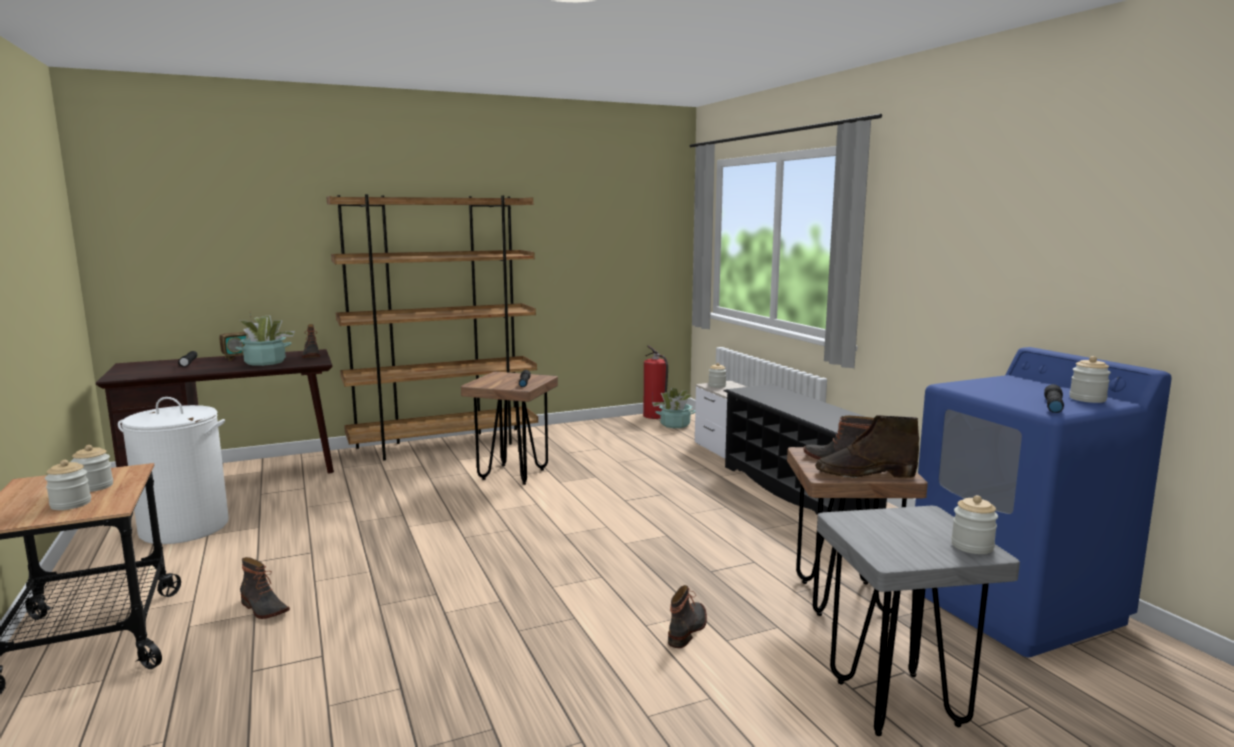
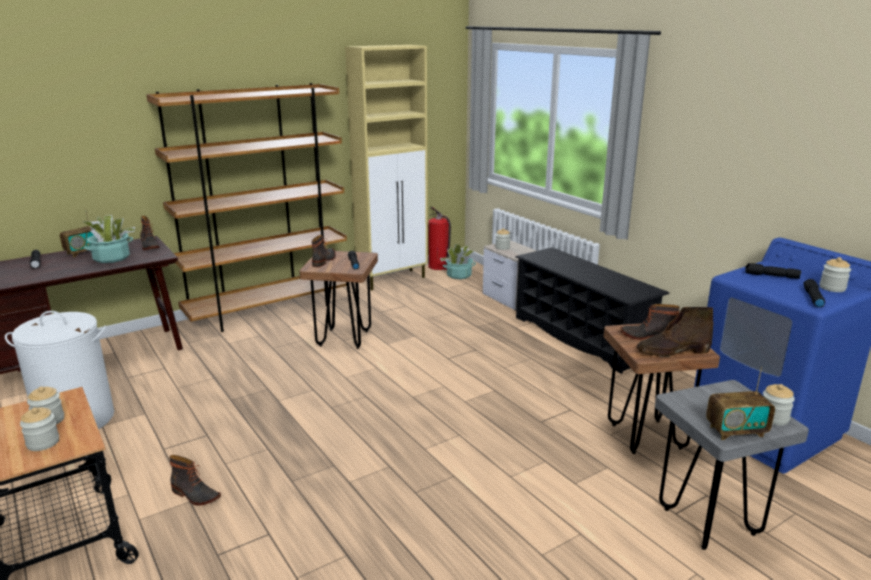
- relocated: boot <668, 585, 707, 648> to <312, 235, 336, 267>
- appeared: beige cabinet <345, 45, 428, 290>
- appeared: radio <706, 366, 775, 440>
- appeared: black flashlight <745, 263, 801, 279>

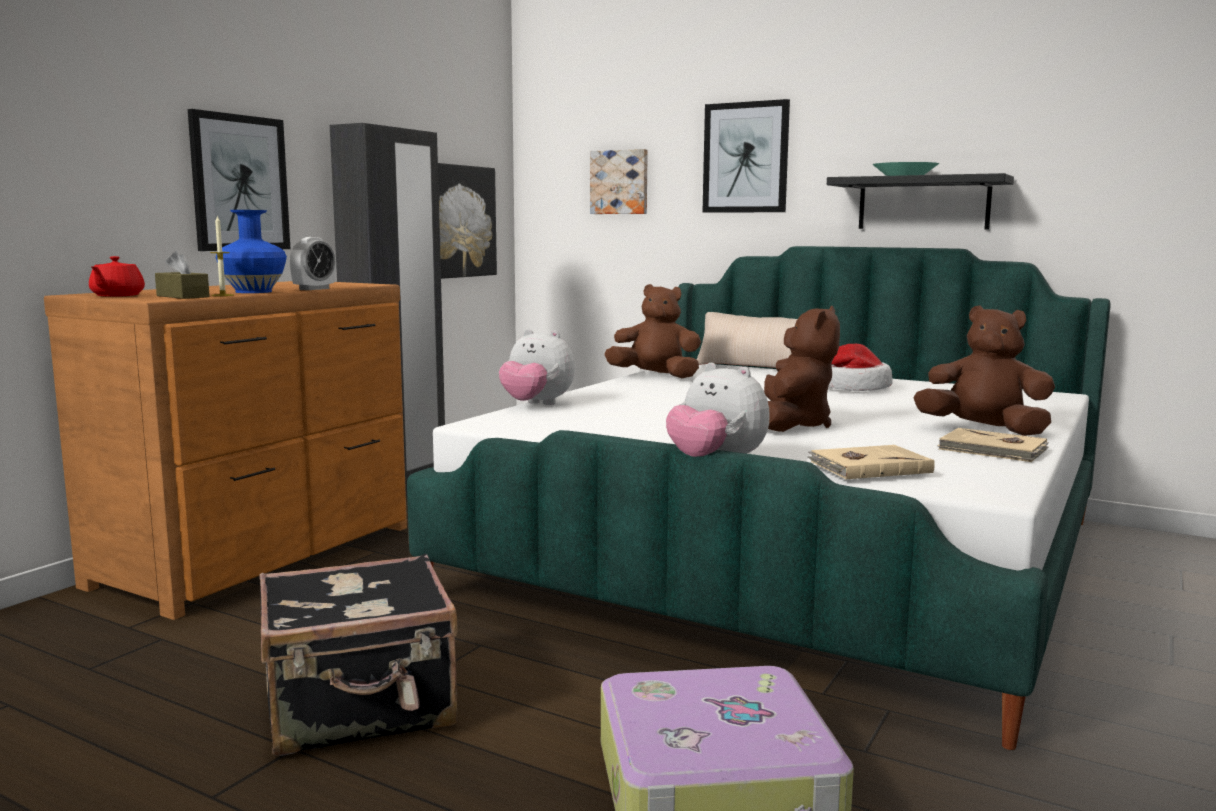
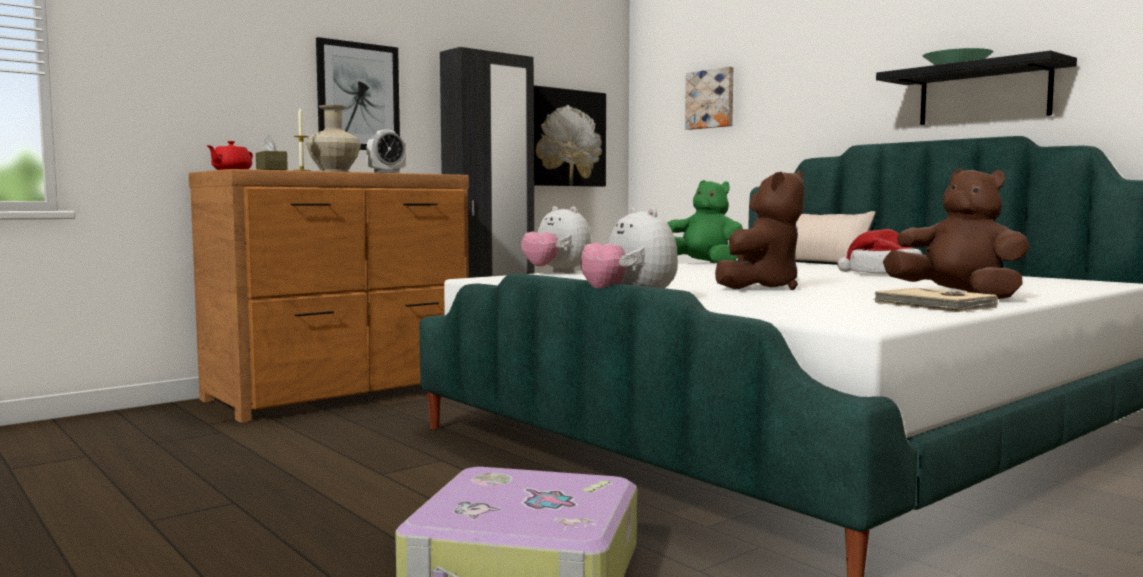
- colour: blue vase <216, 210, 287, 293> to beige vase <306, 105, 361, 172>
- missing: black suitcase <259, 553, 457, 756>
- colour: brown plush toy <604, 284, 701, 378> to green plush toy <667, 180, 743, 263>
- missing: picture <702, 99, 790, 213>
- missing: beige book <808, 445, 935, 479>

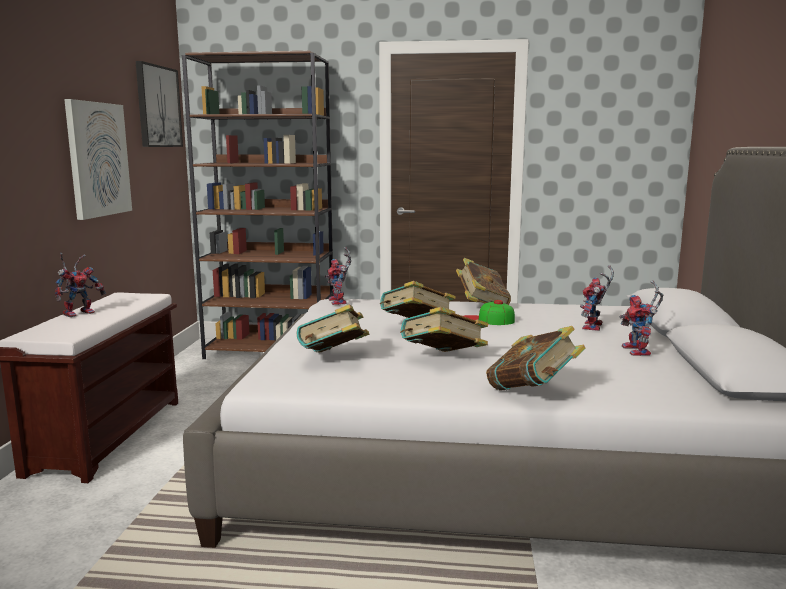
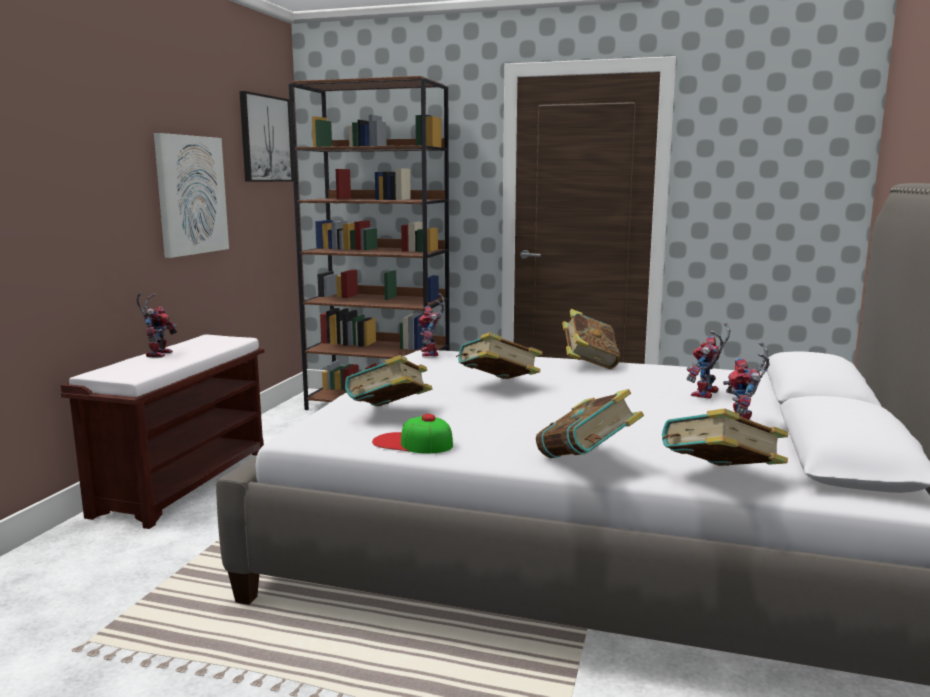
- spun: toy robot <55, 253, 106, 317> = <136, 293, 177, 357> 45 degrees counterclockwise
- relocated: book <400, 307, 488, 352> to <662, 408, 788, 466>
- relocated: cap <464, 300, 515, 325> to <372, 414, 453, 454>

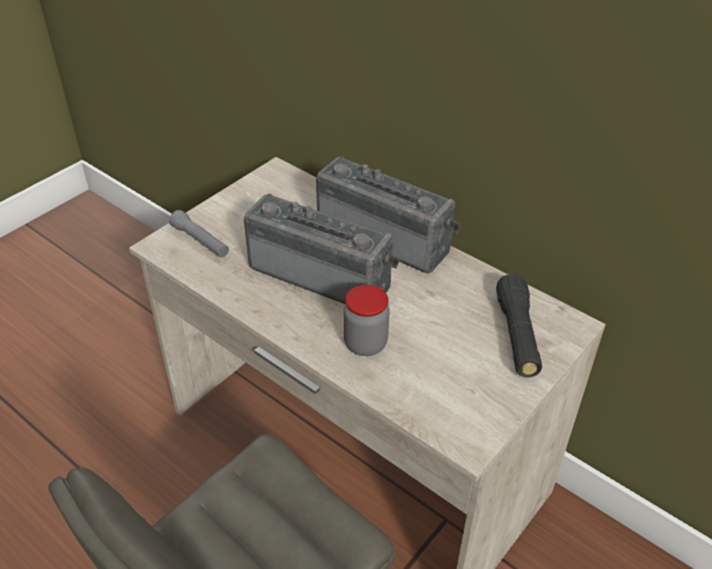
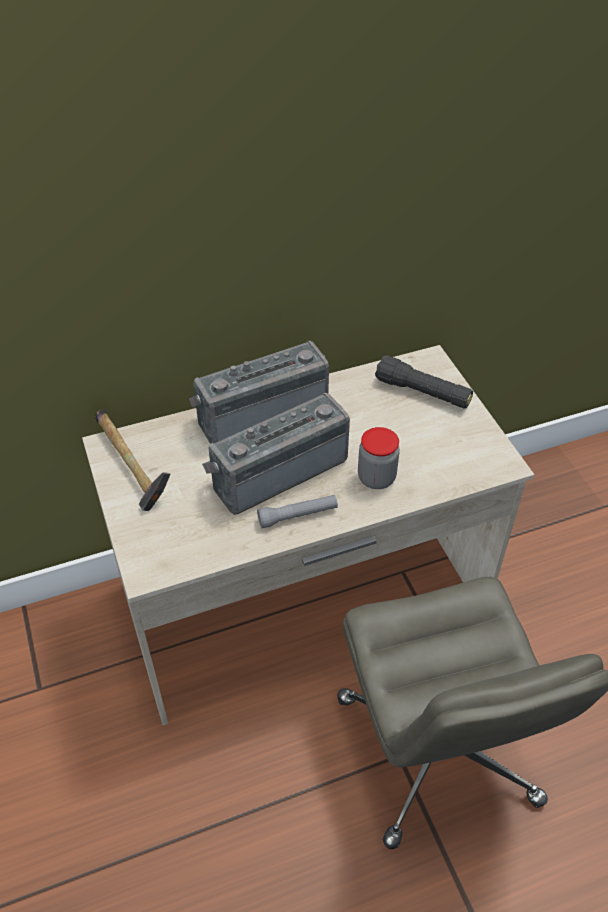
- relocated: grey flashlight <169, 210, 229, 258> to <257, 495, 338, 528>
- appeared: hammer <95, 409, 170, 511>

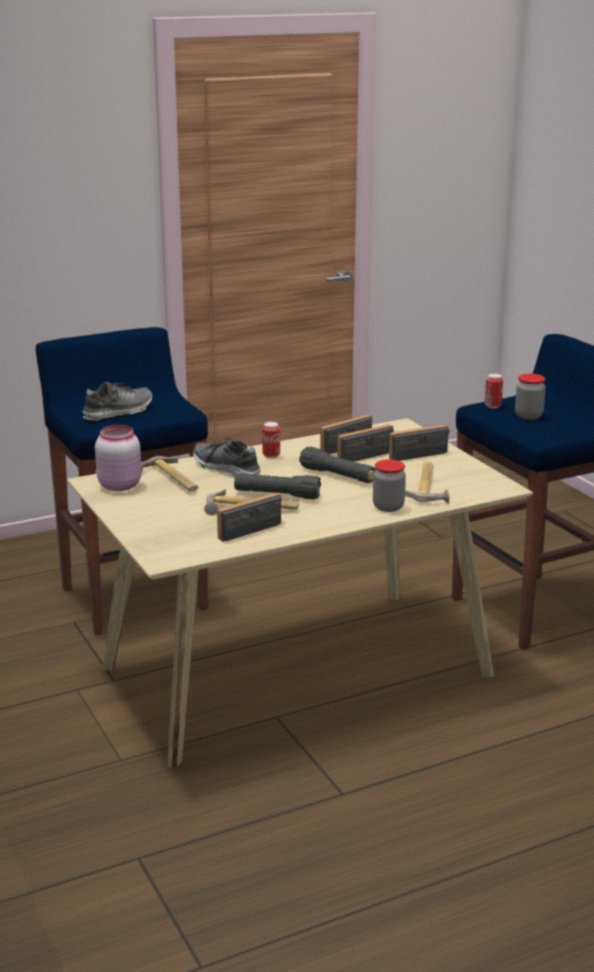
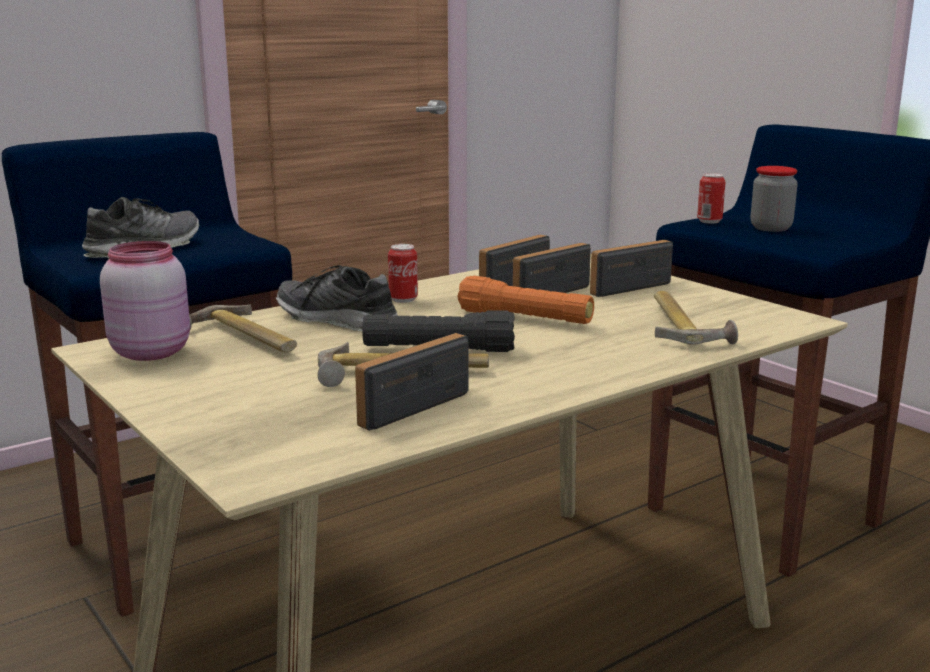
- colour: black flashlight <299, 447, 376, 483> to orange flashlight <457, 276, 594, 324>
- missing: jar <373, 460, 406, 512>

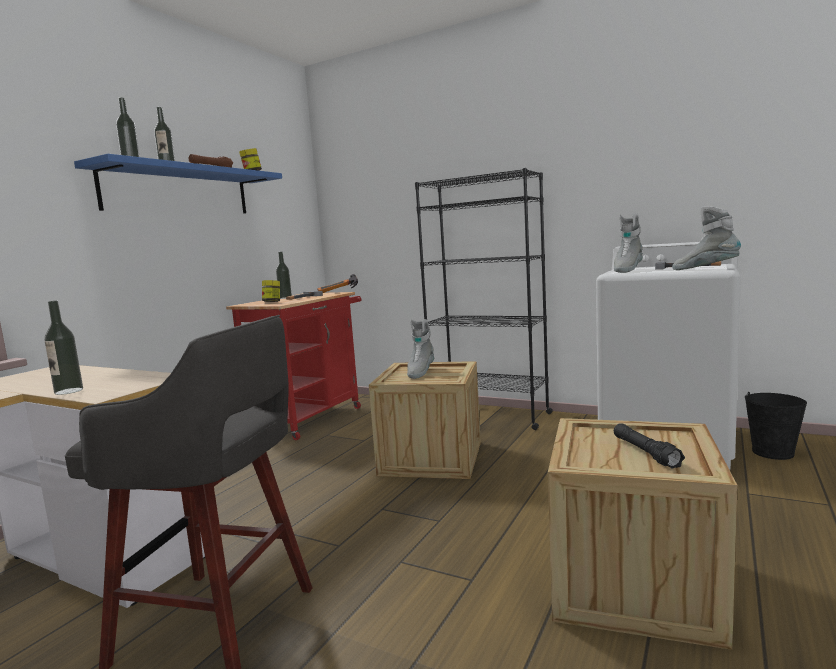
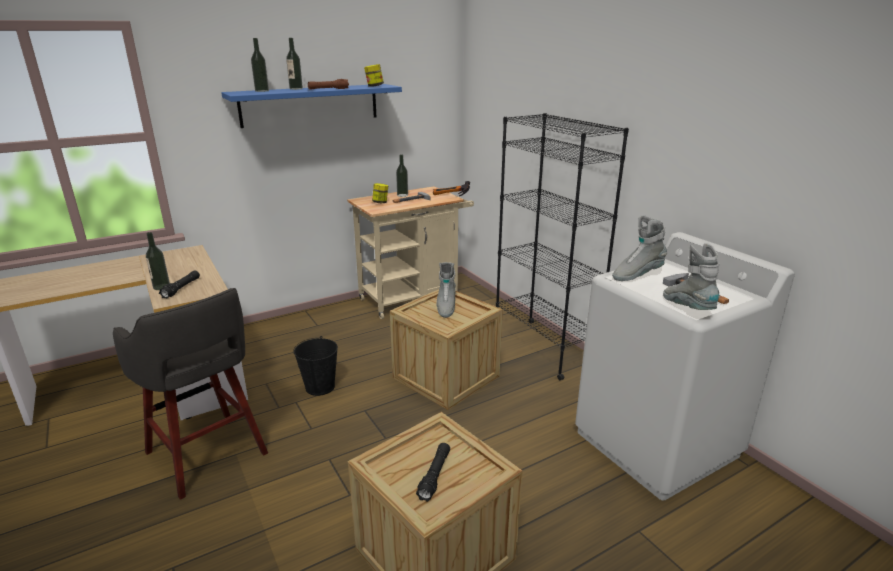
- colour: red cart <226, 292, 362, 440> to beige cart <347, 186, 474, 319>
- spun: grey boot <407, 319, 434, 379> = <436, 262, 456, 318> 45 degrees counterclockwise
- relocated: black bucket <745, 392, 807, 460> to <293, 336, 338, 396>
- appeared: black flashlight <159, 270, 200, 299>

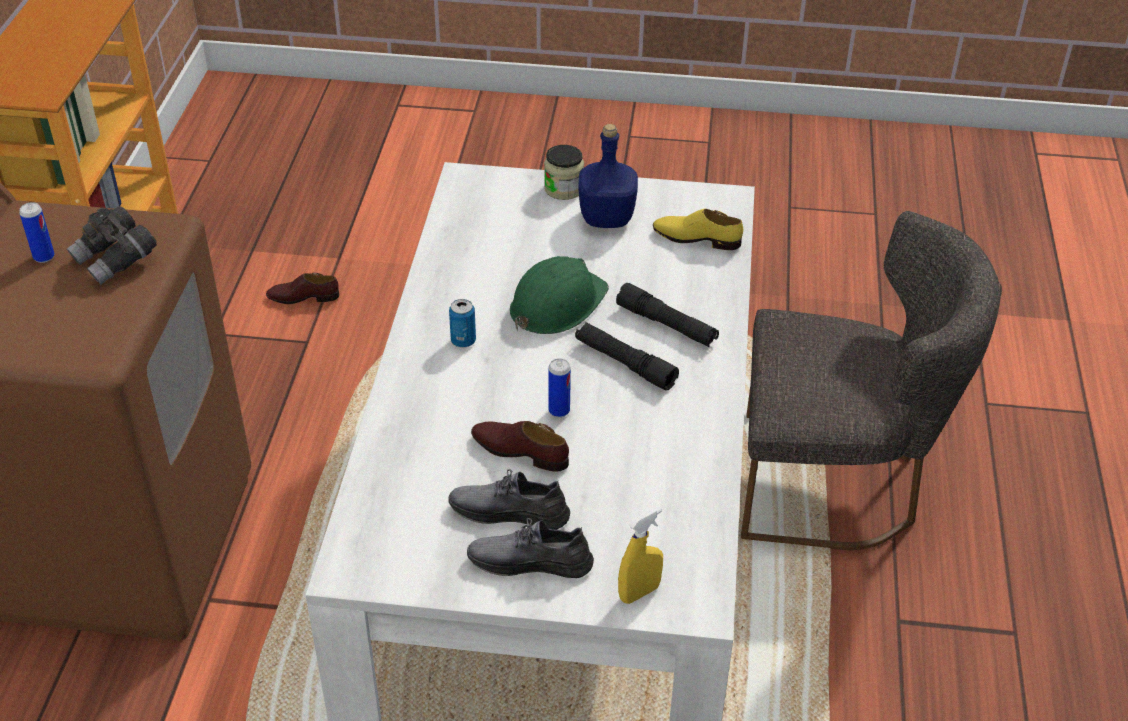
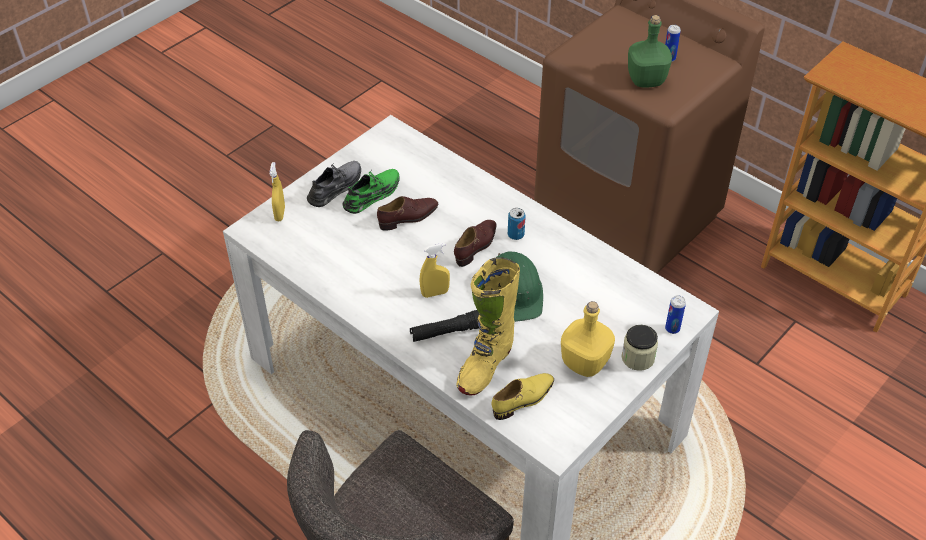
- exchanged: grey binoculars <67, 206, 157, 285> to green bottle <628, 15, 672, 88>
- relocated: brown shoe <266, 273, 339, 304> to <454, 220, 496, 267>
- colour: grey shoe <448, 469, 570, 530> to green shoe <342, 169, 400, 214>
- relocated: can <548, 358, 571, 417> to <665, 295, 686, 334>
- exchanged: black flashlight <575, 322, 679, 391> to yellow spray bottle <419, 243, 450, 298>
- colour: blue bottle <578, 124, 638, 228> to yellow bottle <561, 301, 615, 377>
- appeared: yellow boot <457, 257, 520, 396>

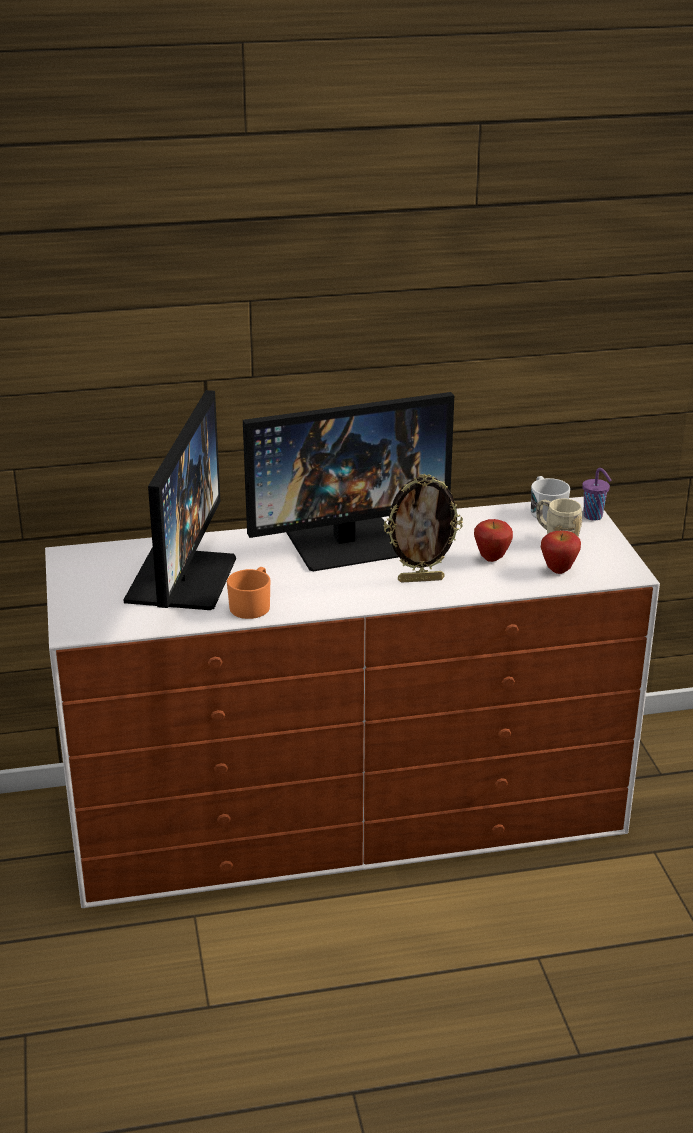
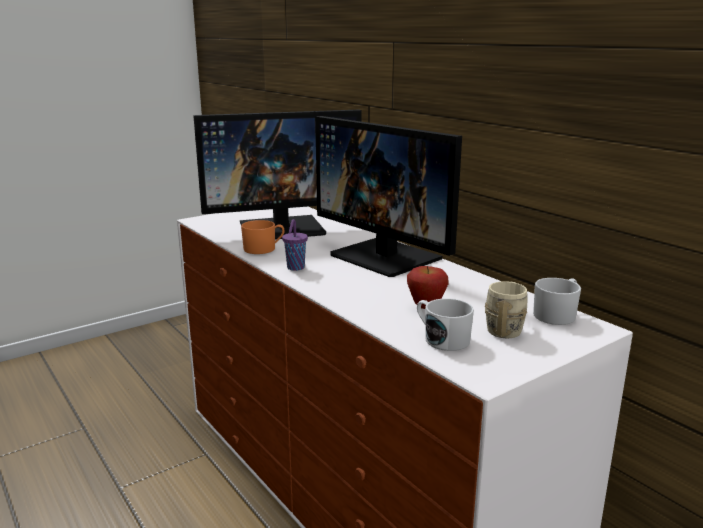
- missing: picture frame <384, 474, 463, 583>
- exchanged: apple <541, 531, 581, 574> to white mug <417, 298, 474, 351>
- relocated: purple cup <582, 468, 612, 520> to <282, 219, 308, 271>

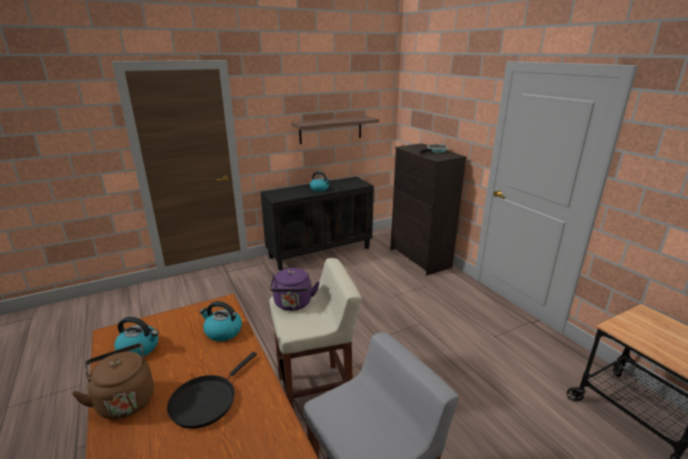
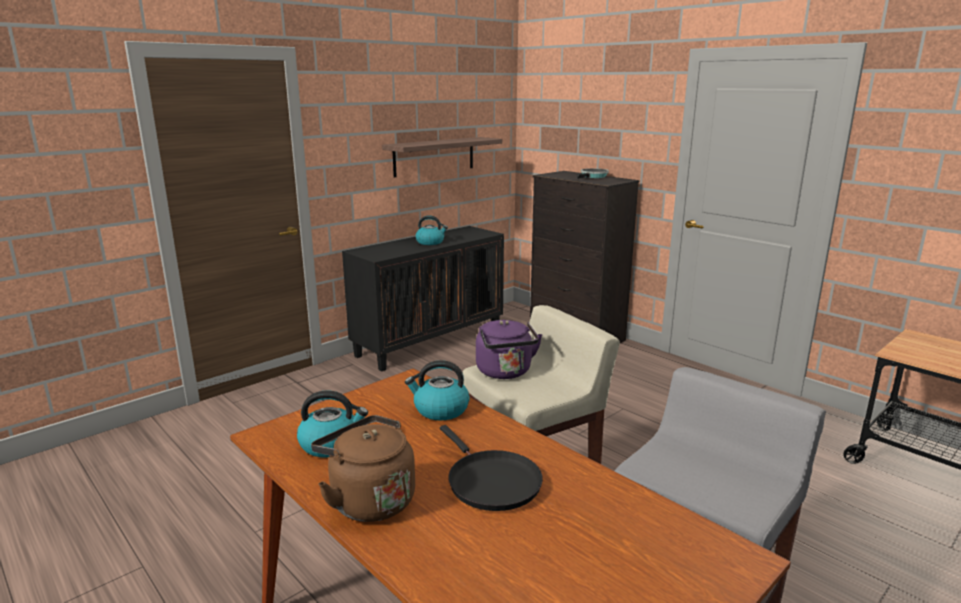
- spun: black frying pan <167, 352, 257, 429> = <440, 425, 543, 511> 45 degrees counterclockwise

